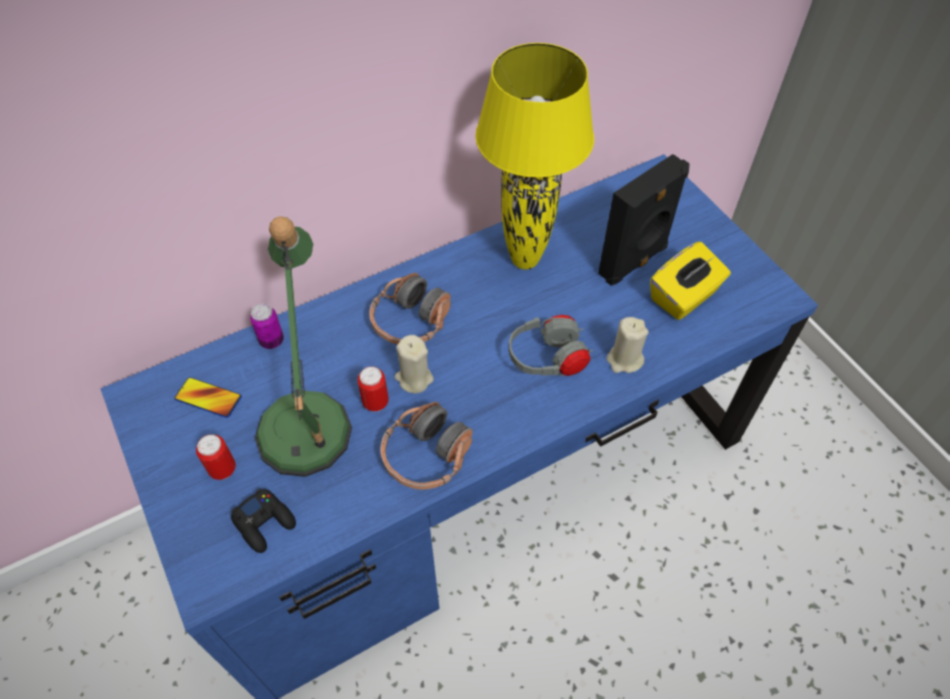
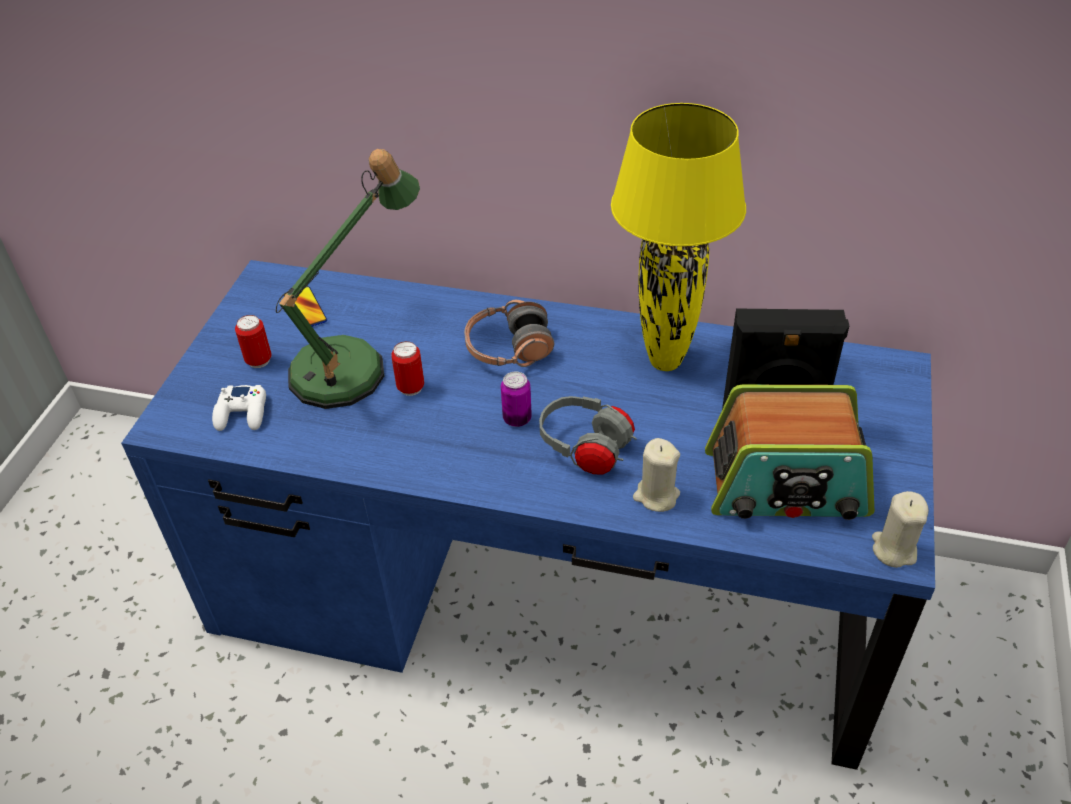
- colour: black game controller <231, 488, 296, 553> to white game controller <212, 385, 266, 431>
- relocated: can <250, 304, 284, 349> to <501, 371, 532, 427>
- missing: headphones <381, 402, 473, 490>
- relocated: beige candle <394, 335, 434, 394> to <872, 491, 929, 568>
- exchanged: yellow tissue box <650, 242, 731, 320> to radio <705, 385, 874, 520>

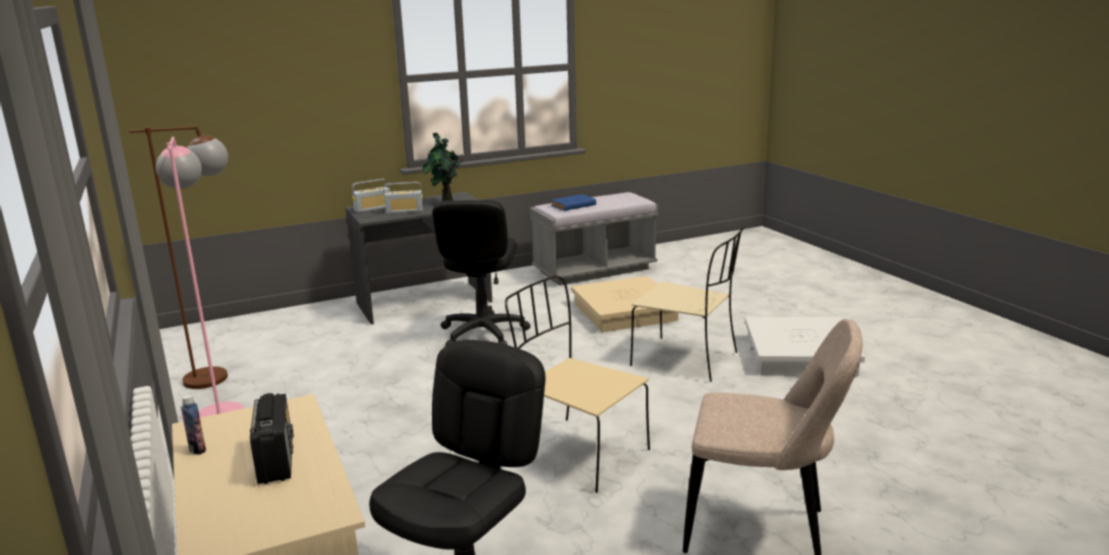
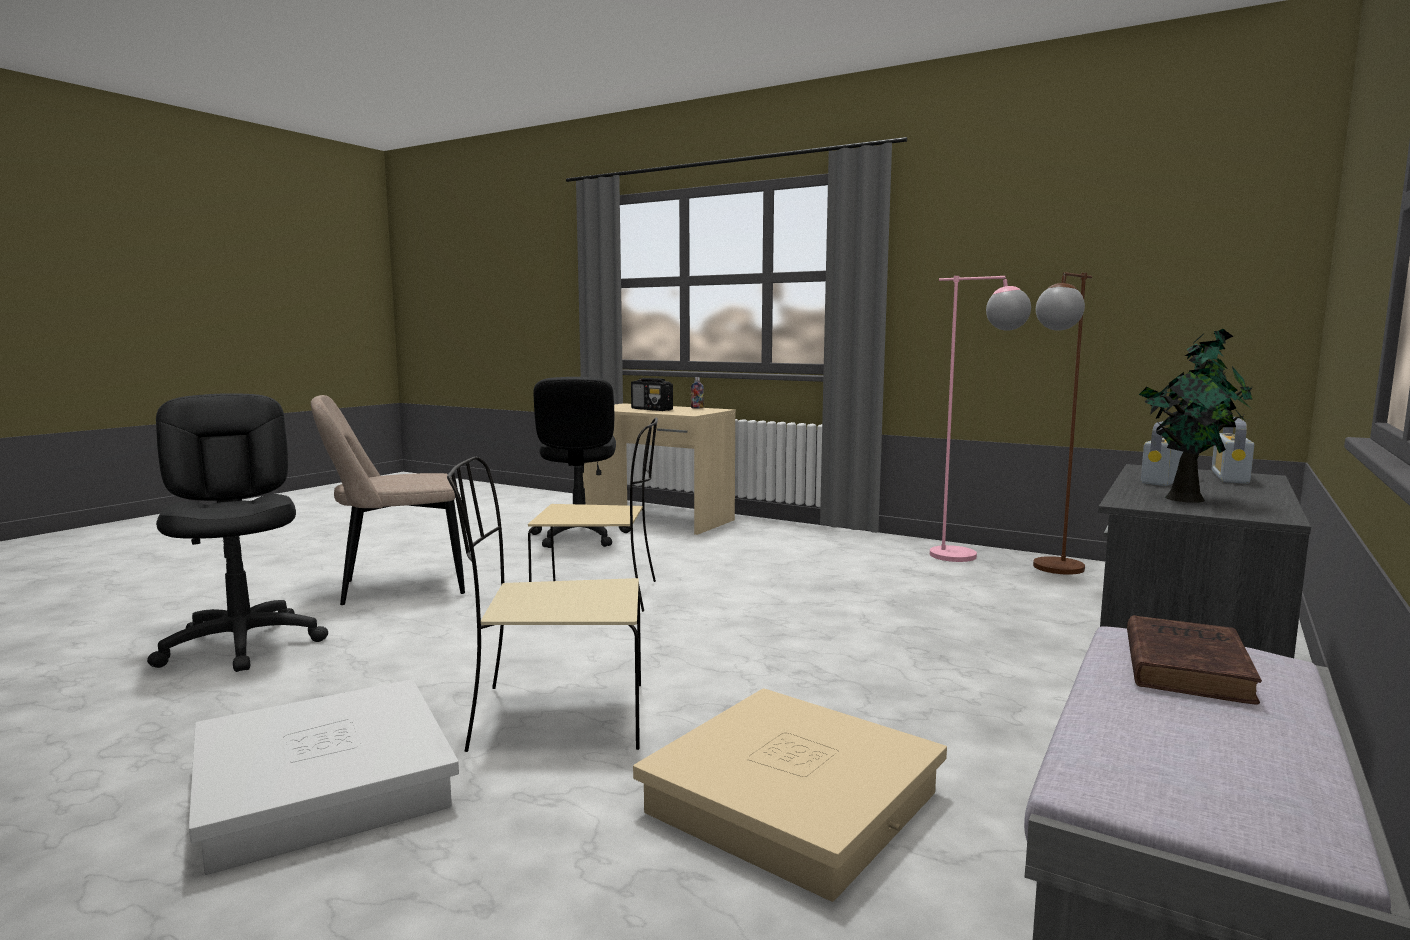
- relocated: black office chair <432, 200, 531, 346> to <147, 393, 328, 672>
- colour: blue book <551, 194, 596, 211> to brown book <1127, 615, 1262, 705>

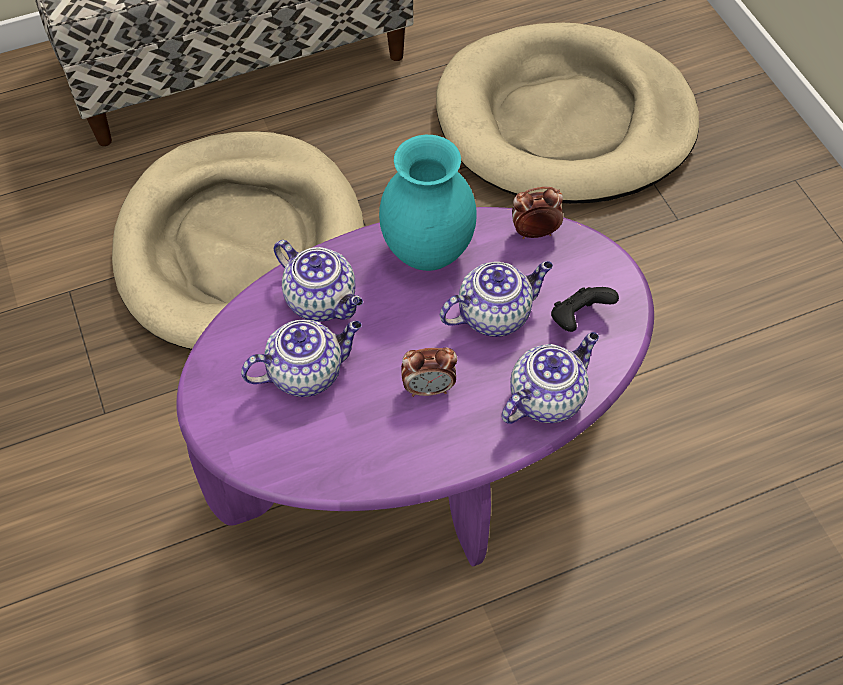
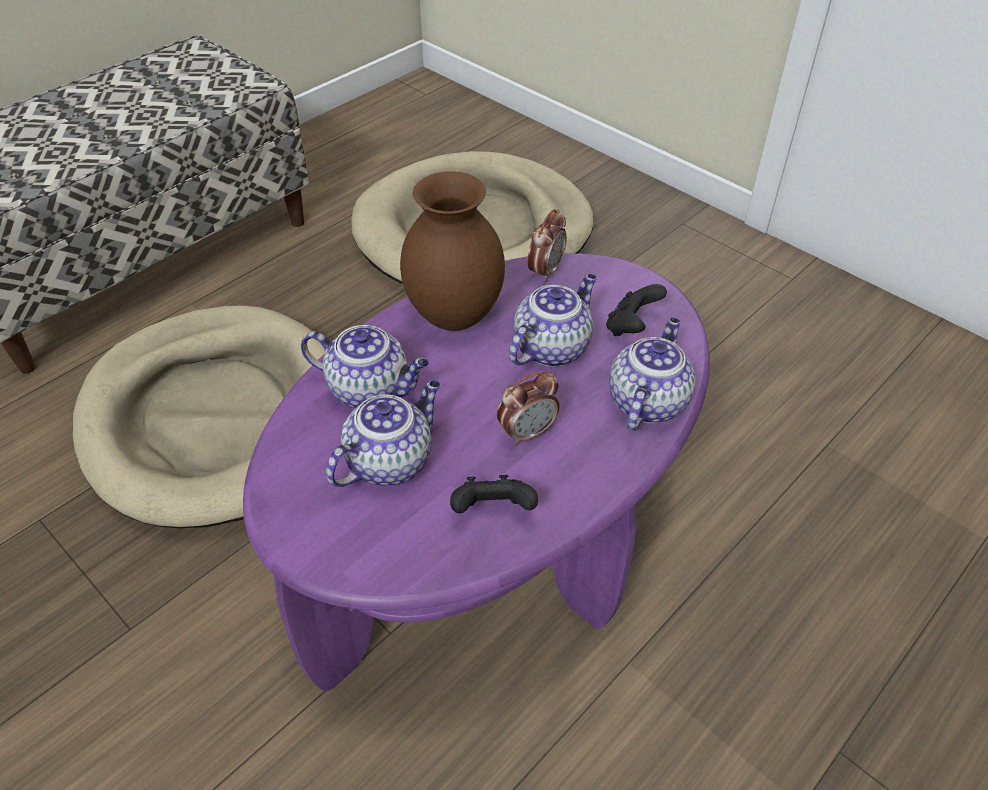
- colour: turquoise vase <379, 135, 477, 271> to brown vase <400, 171, 505, 331>
- spun: alarm clock <512, 187, 563, 239> = <527, 209, 567, 283> 150 degrees clockwise
- appeared: black game controller <450, 475, 538, 514>

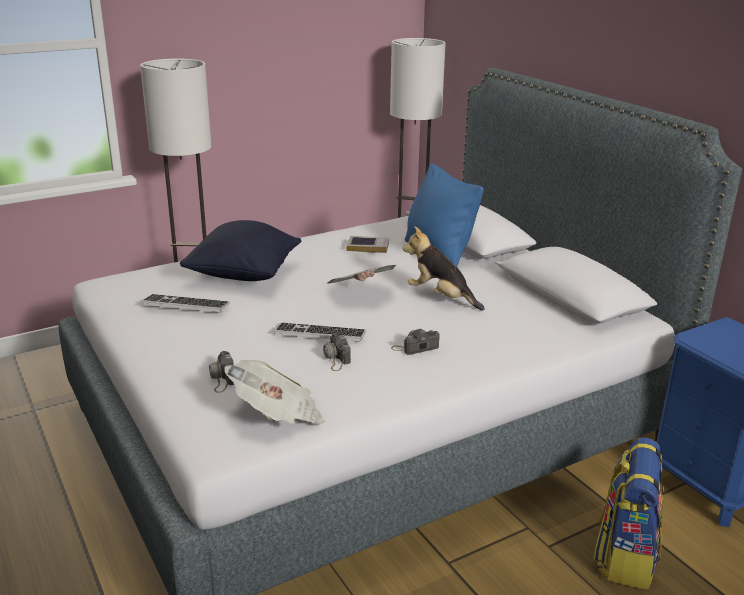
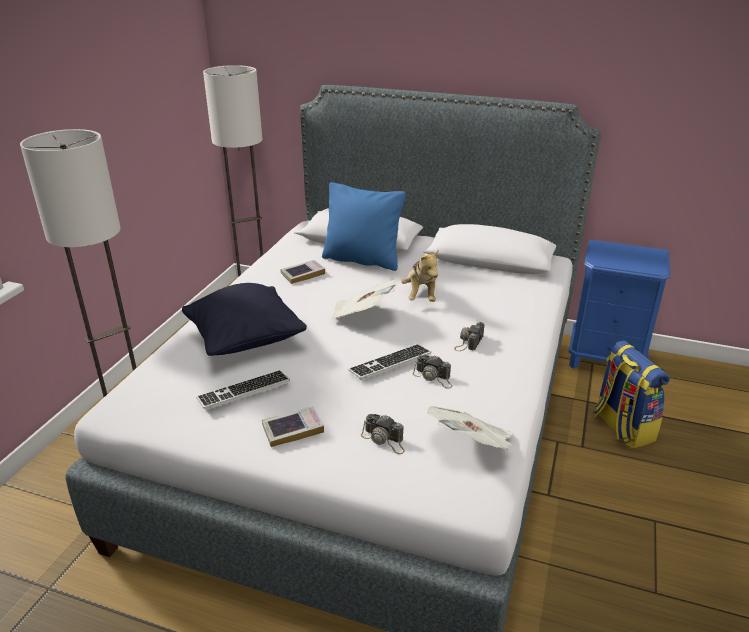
- spun: plush toy <402, 226, 485, 311> = <401, 249, 439, 302> 90 degrees counterclockwise
- appeared: book <262, 406, 324, 447>

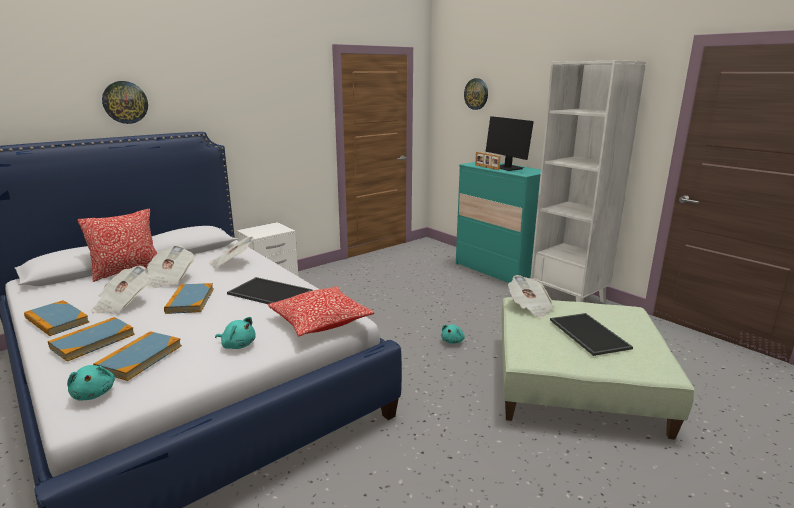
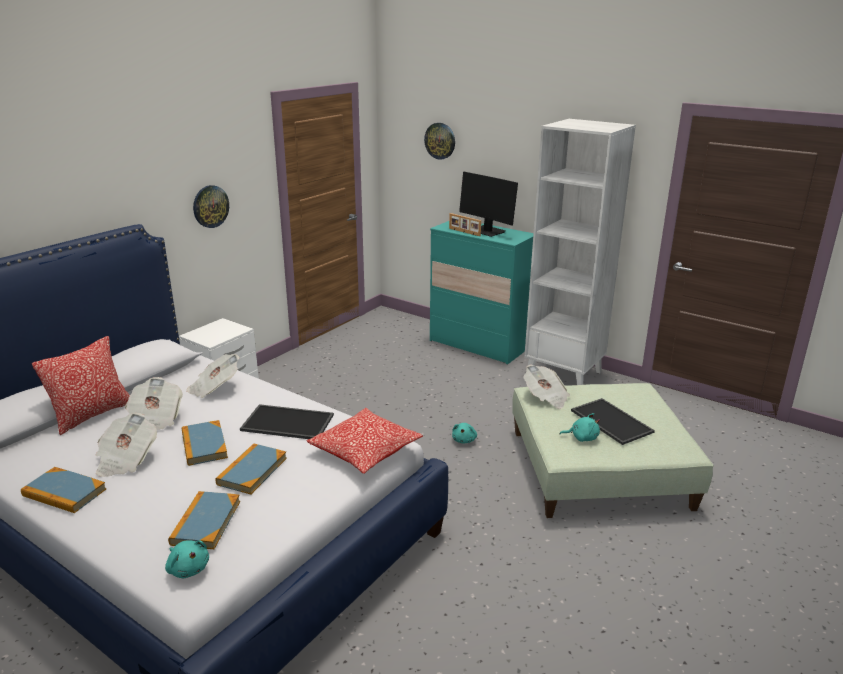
- relocated: book <48, 317, 135, 362> to <215, 444, 287, 494>
- relocated: wall clock <102, 81, 148, 124> to <193, 185, 229, 228>
- relocated: turquoise plush toy <215, 317, 256, 349> to <560, 413, 600, 442>

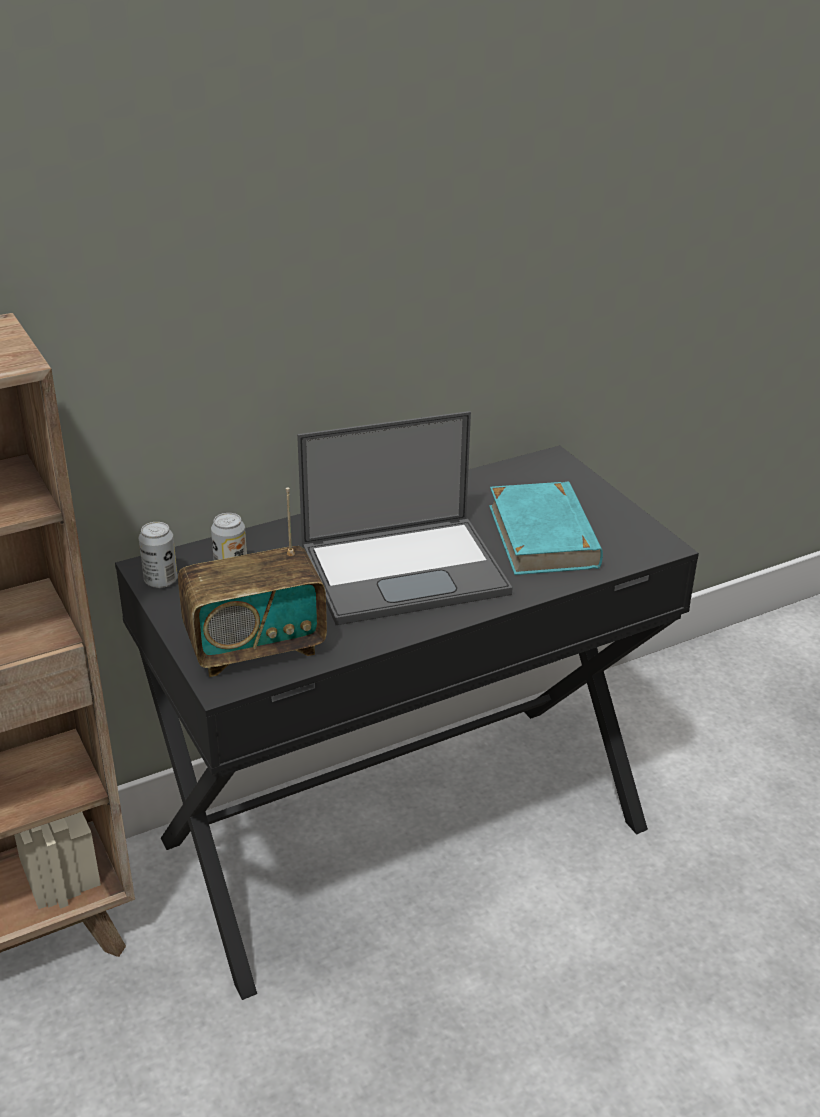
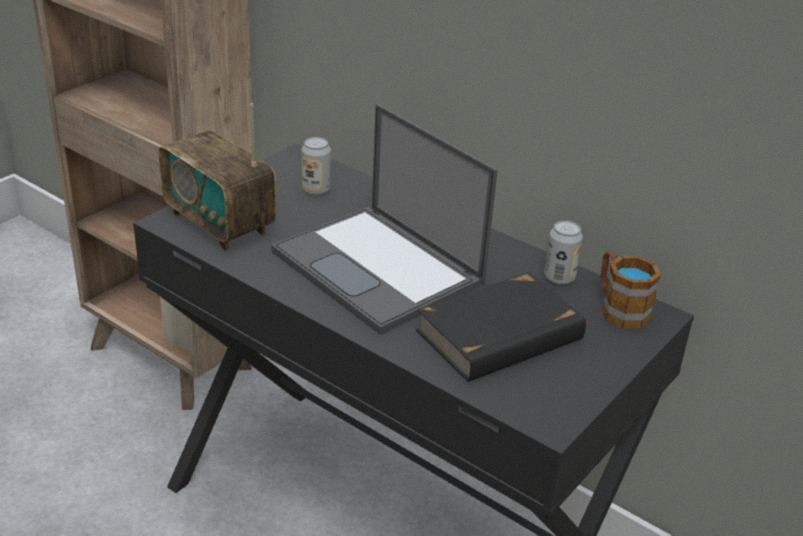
- relocated: can <139, 522, 178, 588> to <544, 221, 583, 285>
- colour: turquoise book <489, 481, 603, 575> to black book <416, 272, 589, 382>
- appeared: mug <600, 251, 661, 328>

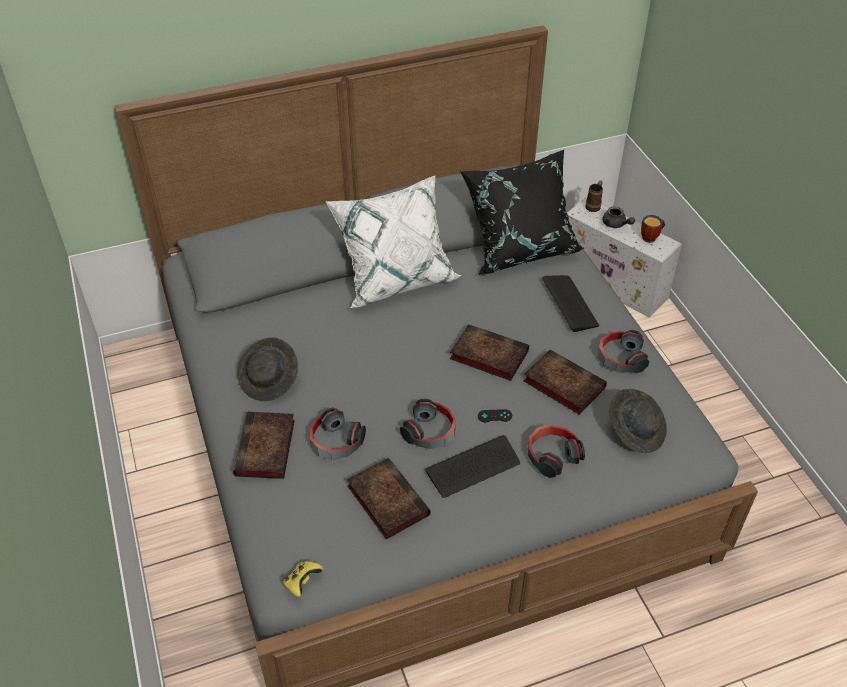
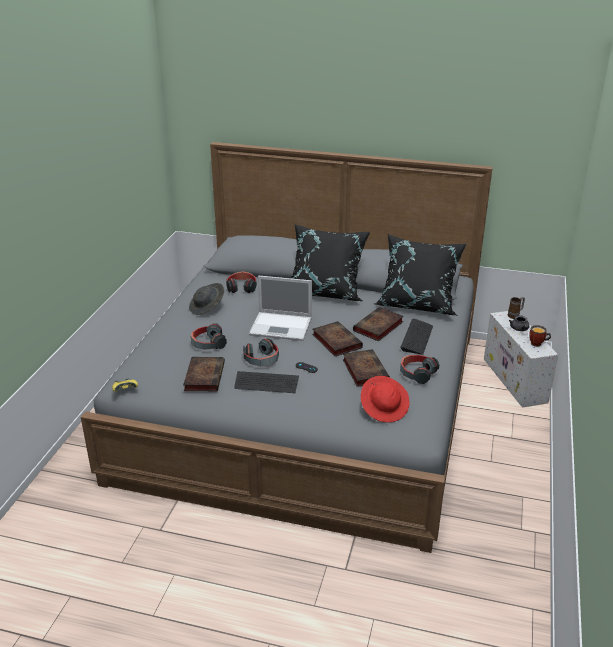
- relocated: book <233, 412, 295, 479> to <353, 307, 404, 341>
- colour: white pillow <326, 176, 461, 308> to black pillow <291, 224, 370, 301>
- relocated: headphones <528, 425, 585, 478> to <226, 271, 257, 293>
- colour: grey hat <609, 389, 667, 453> to red hat <361, 376, 410, 422>
- appeared: laptop <249, 276, 312, 341>

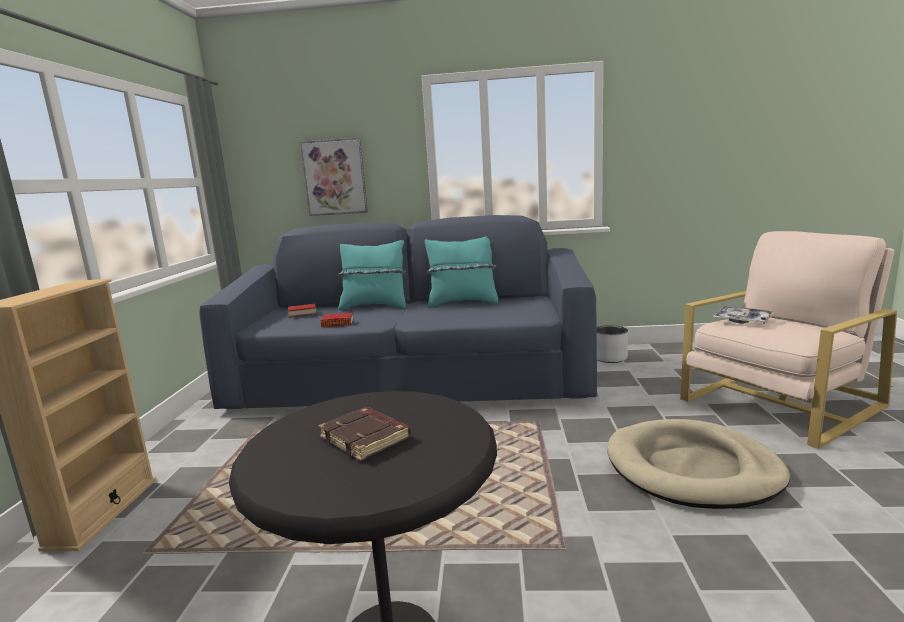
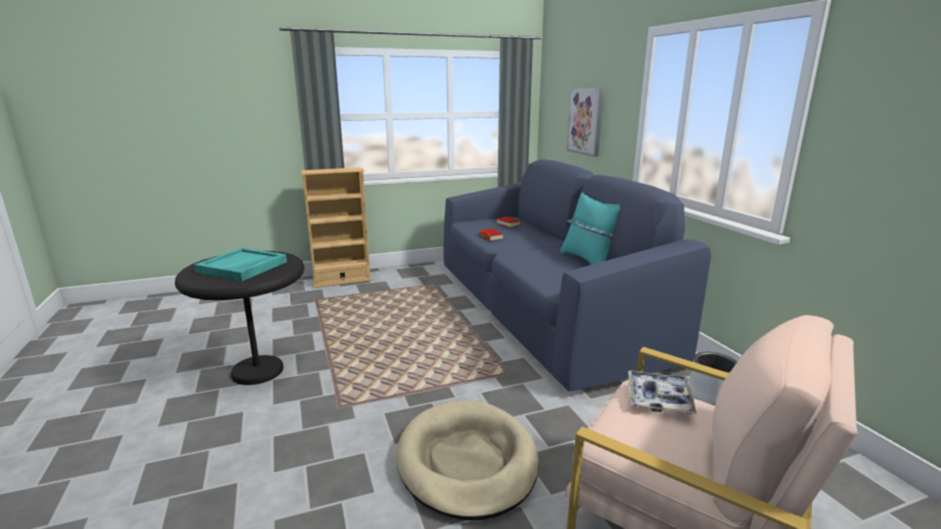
- exchanged: brown book <318, 407, 411, 461> to turquoise tray <194, 248, 287, 281>
- missing: turquoise pillow <338, 240, 406, 310>

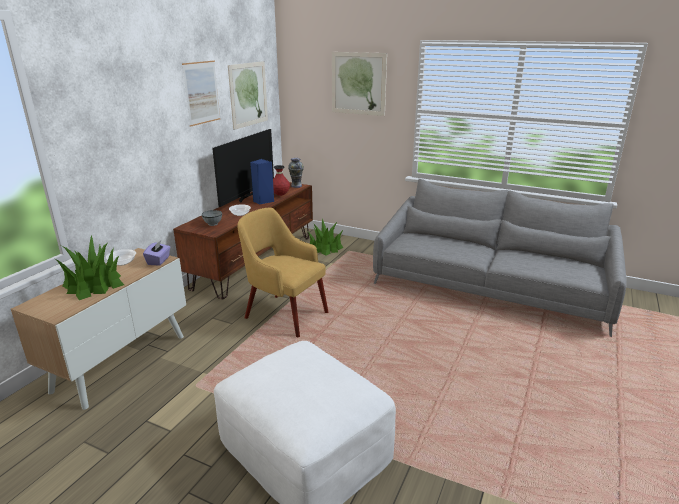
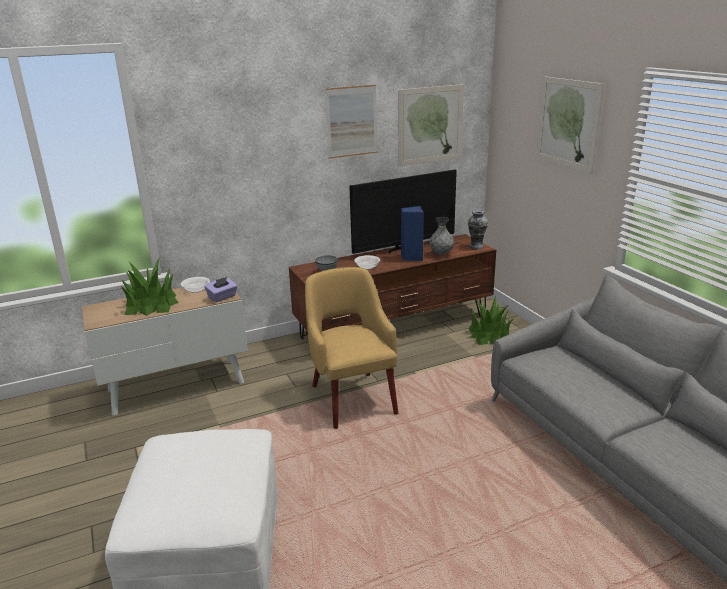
- colour: red vase <273, 165, 290, 196> to grey vase <429, 217, 454, 255>

